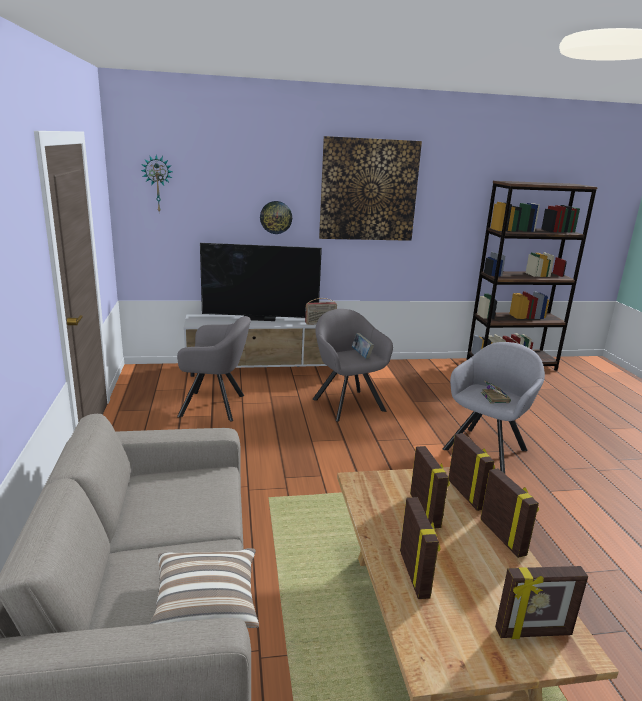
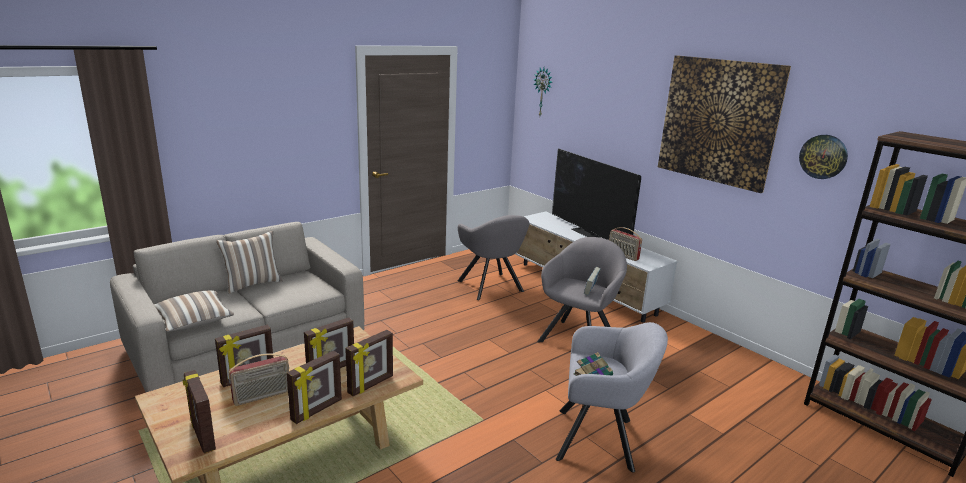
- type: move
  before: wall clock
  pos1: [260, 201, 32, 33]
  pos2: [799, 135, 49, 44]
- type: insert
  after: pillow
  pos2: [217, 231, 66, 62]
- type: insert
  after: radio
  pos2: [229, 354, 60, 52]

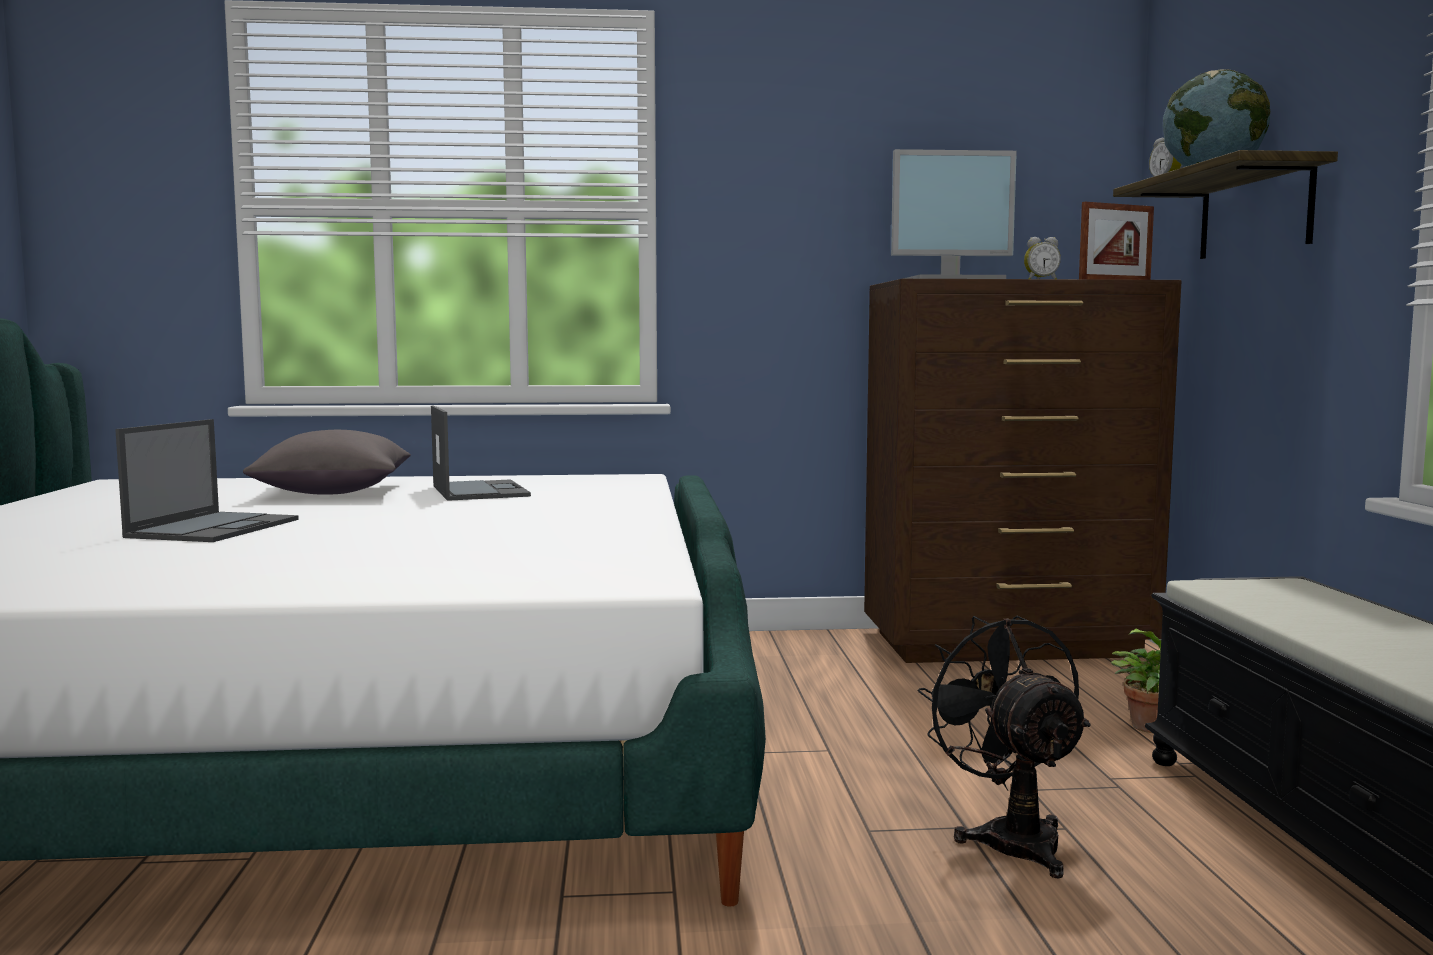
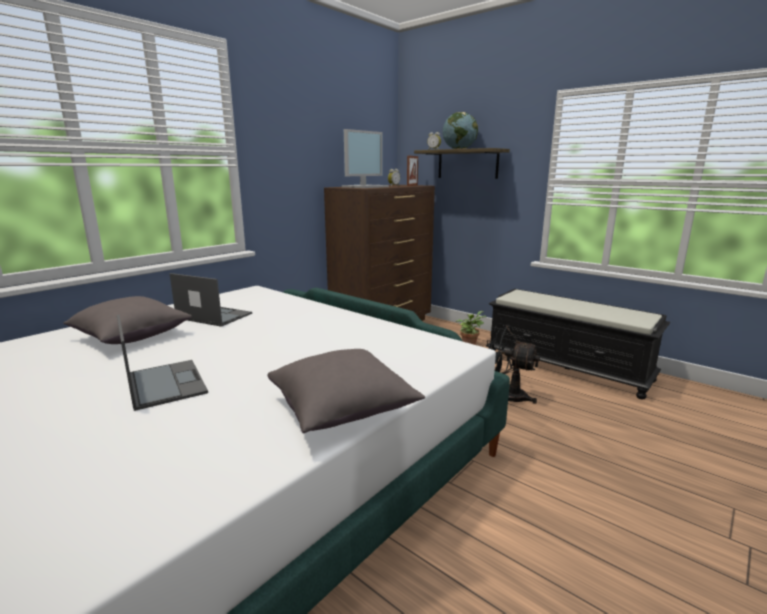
- type: insert
  after: pillow/grey
  pos2: [268, 349, 157, 84]

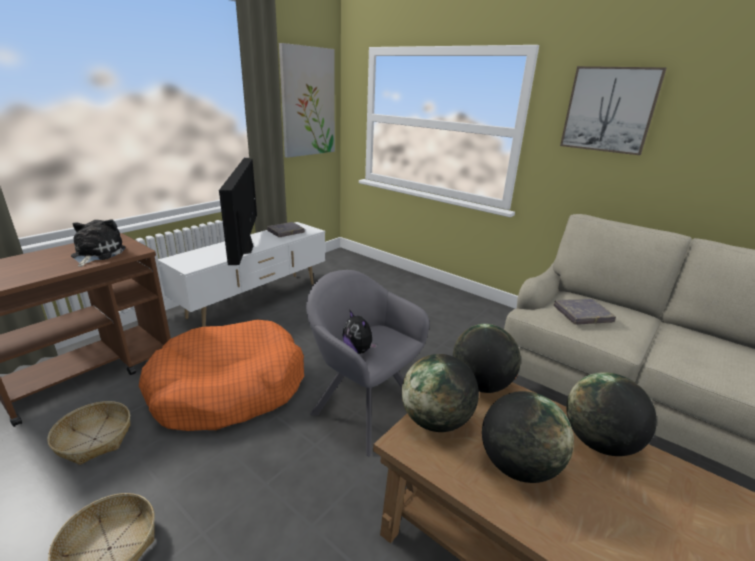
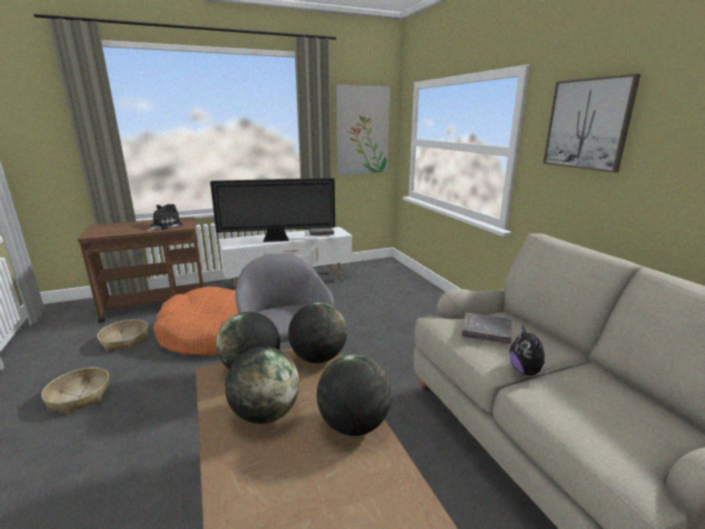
- type: rotate
  before: television
  pos1: [219, 158, 38, 107]
  pos2: [210, 178, 125, 64]
  turn: -120
- type: move
  before: plush toy
  pos1: [342, 311, 35, 43]
  pos2: [510, 325, 40, 50]

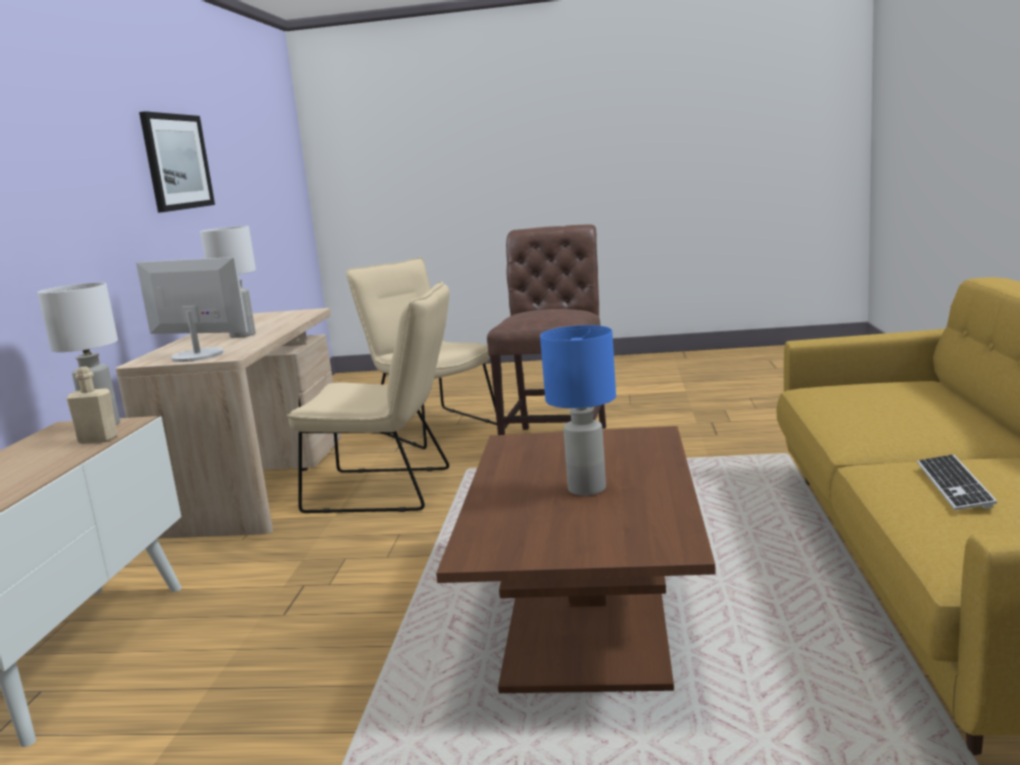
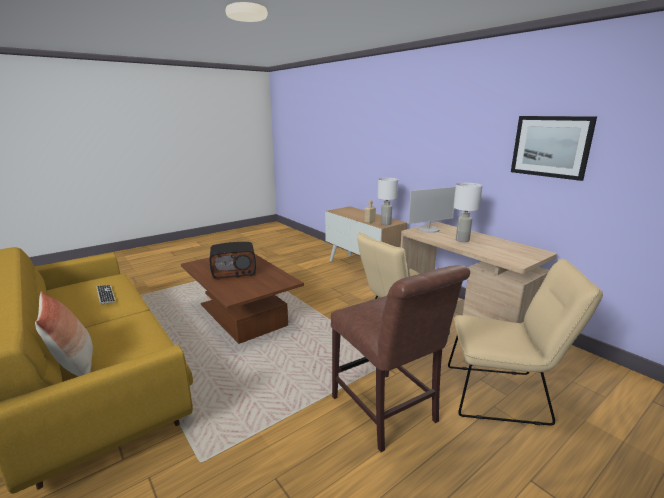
- type: replace
  before: table lamp/blue
  after: radio
  pos1: [540, 325, 76, 171]
  pos2: [210, 242, 46, 37]
- type: insert
  after: pillow
  pos2: [35, 291, 58, 85]

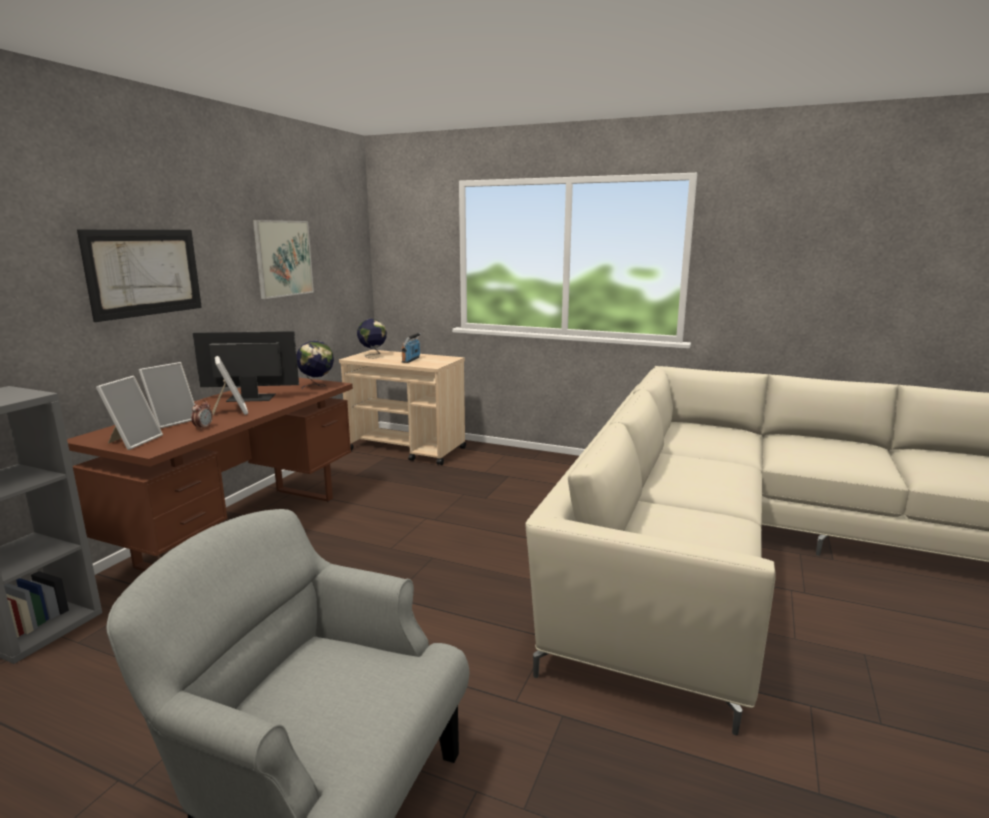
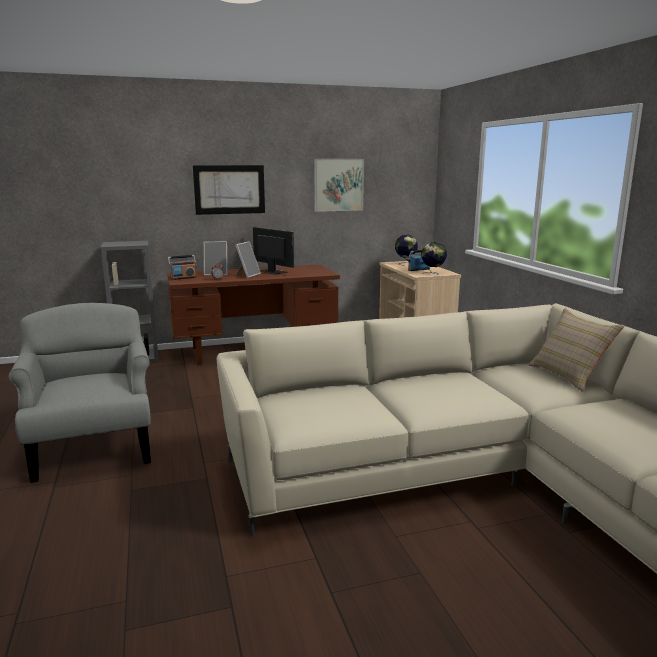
- type: move
  before: globe
  pos1: [297, 341, 37, 48]
  pos2: [421, 242, 26, 33]
- type: replace
  before: picture frame
  after: radio
  pos1: [96, 376, 67, 74]
  pos2: [168, 255, 29, 25]
- type: insert
  after: pillow/beige
  pos2: [529, 308, 96, 83]

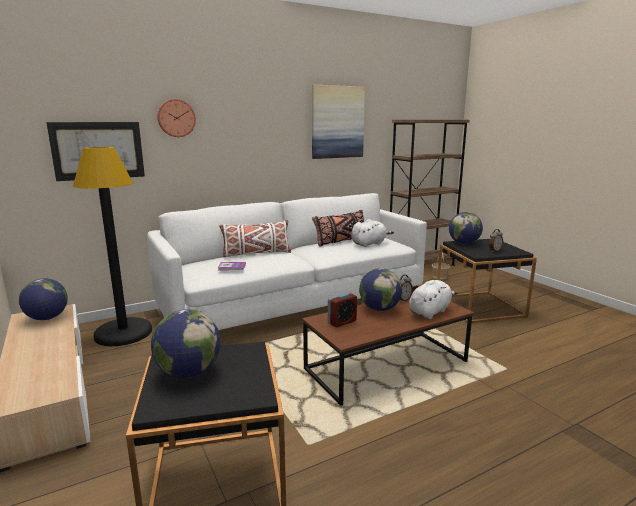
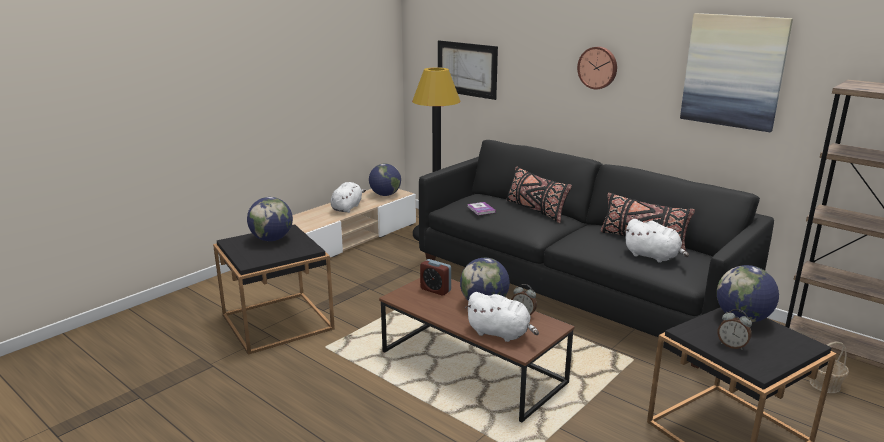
- type: move
  before: wall clock
  pos1: [157, 99, 39, 38]
  pos2: [577, 47, 40, 42]
- type: recolor
  before: sofa/white
  after: sofa/black
  pos1: [147, 193, 280, 137]
  pos2: [419, 140, 355, 228]
- type: recolor
  before: pillow/white
  after: pillow/black
  pos1: [219, 220, 72, 37]
  pos2: [507, 166, 65, 57]
- type: insert
  after: plush toy/white
  pos2: [331, 182, 35, 31]

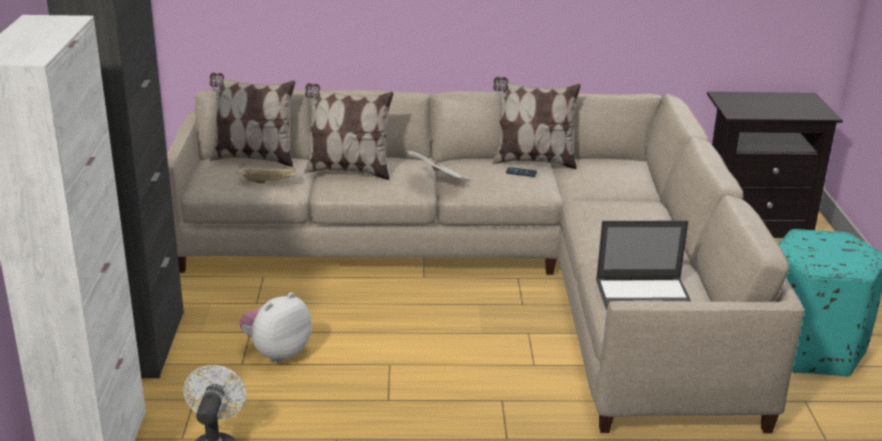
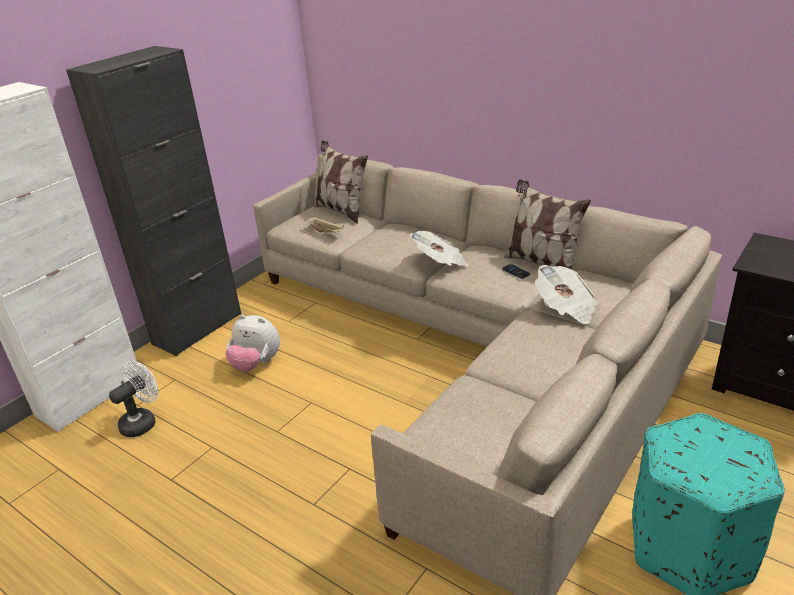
- type: delete
  before: pillow
  pos1: [304, 83, 89, 97]
- type: delete
  before: laptop
  pos1: [596, 221, 95, 89]
- type: rotate
  before: plush toy
  pos1: [239, 292, 73, 71]
  pos2: [225, 315, 55, 57]
  turn: -150
- type: insert
  after: newspaper
  pos2: [535, 265, 64, 59]

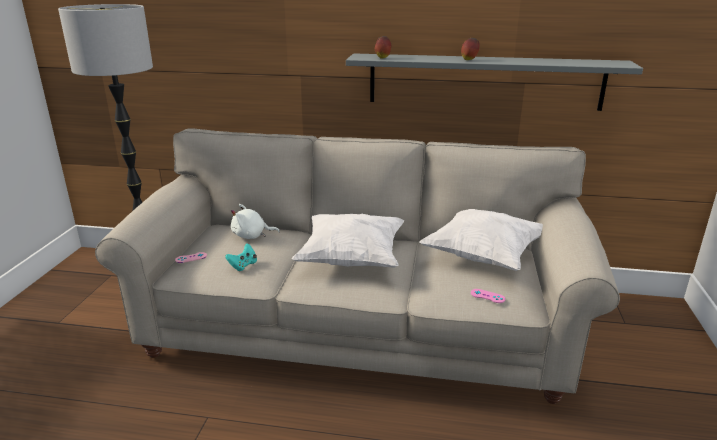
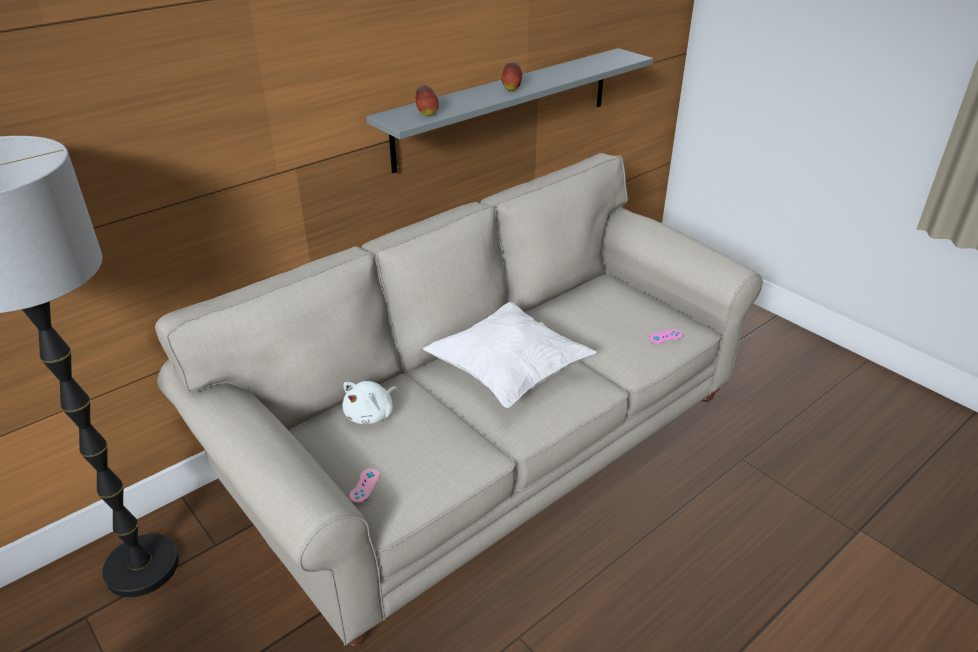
- type: delete
  before: pillow/white
  pos1: [419, 209, 124, 62]
- type: delete
  before: game controller/turquoise
  pos1: [225, 243, 32, 28]

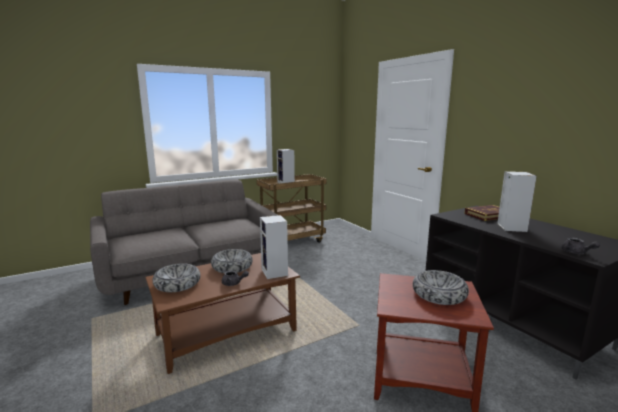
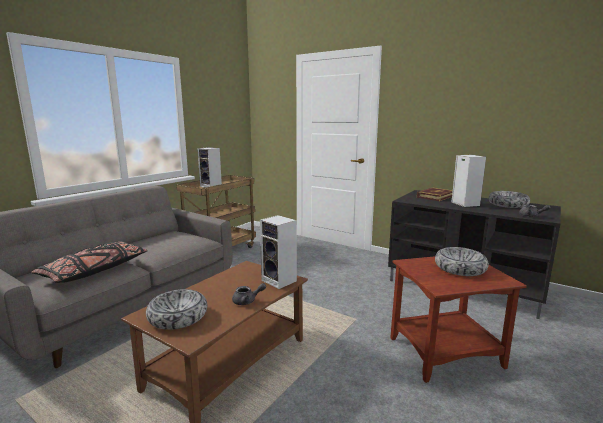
- type: move
  before: bowl
  pos1: [211, 249, 42, 24]
  pos2: [489, 191, 41, 17]
- type: insert
  after: pillow/black
  pos2: [31, 241, 117, 42]

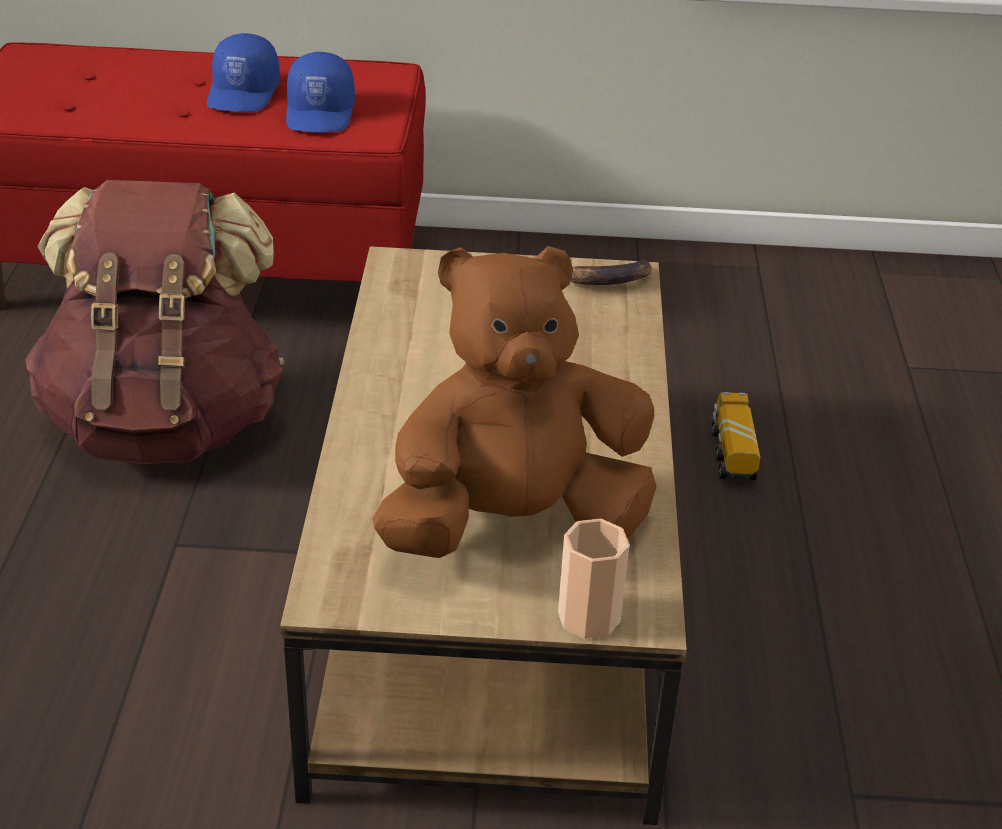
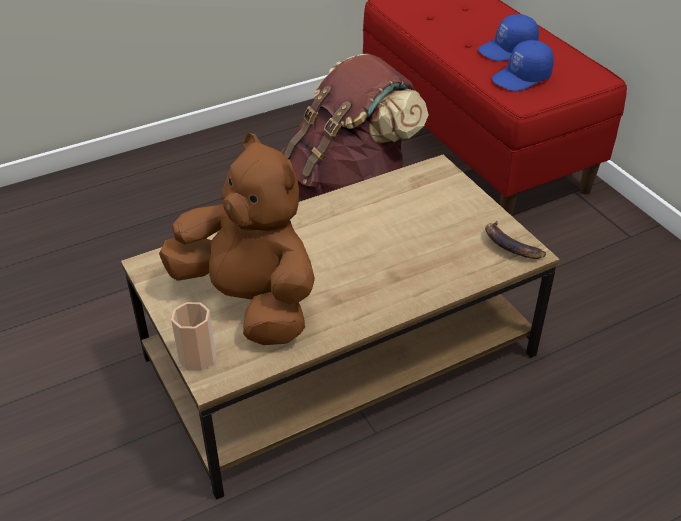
- type: delete
  before: toy truck
  pos1: [712, 392, 48, 88]

